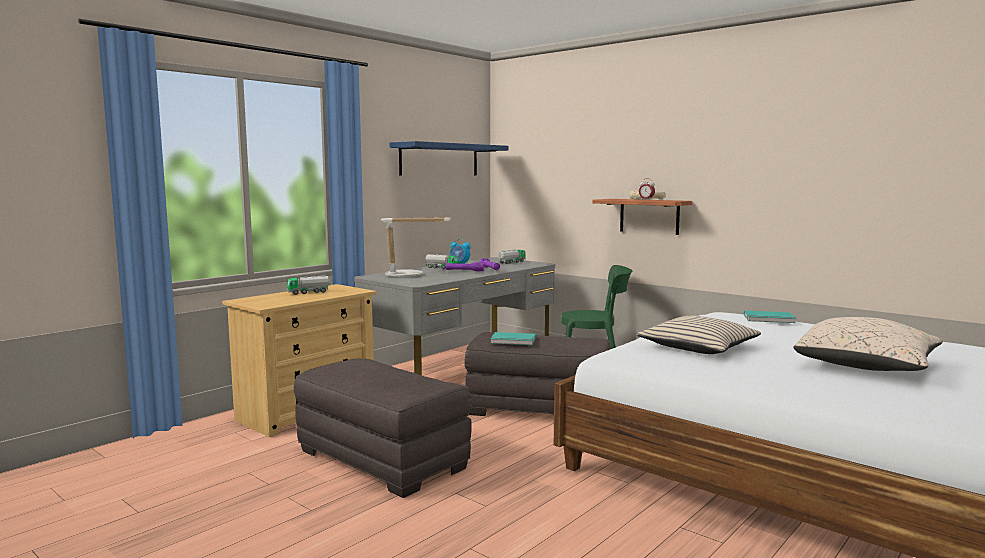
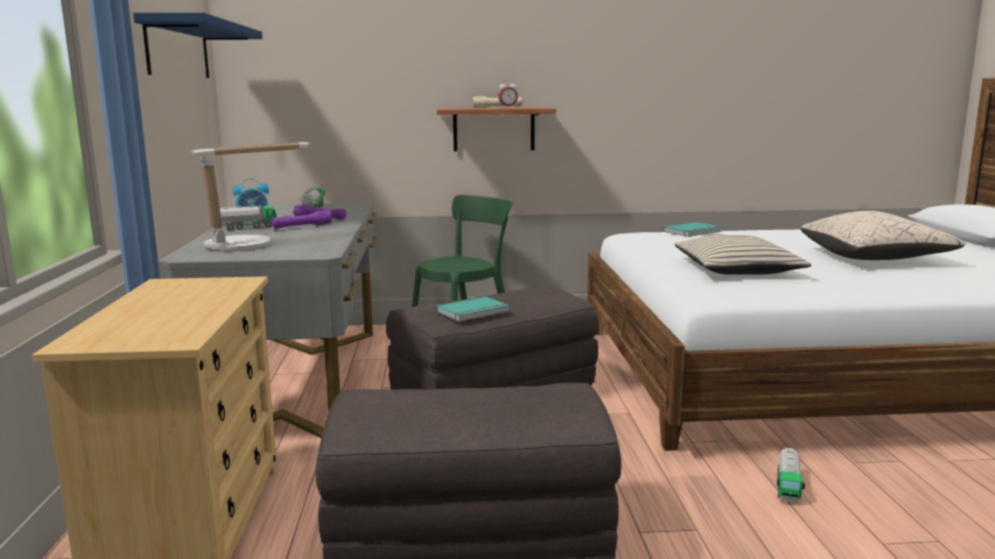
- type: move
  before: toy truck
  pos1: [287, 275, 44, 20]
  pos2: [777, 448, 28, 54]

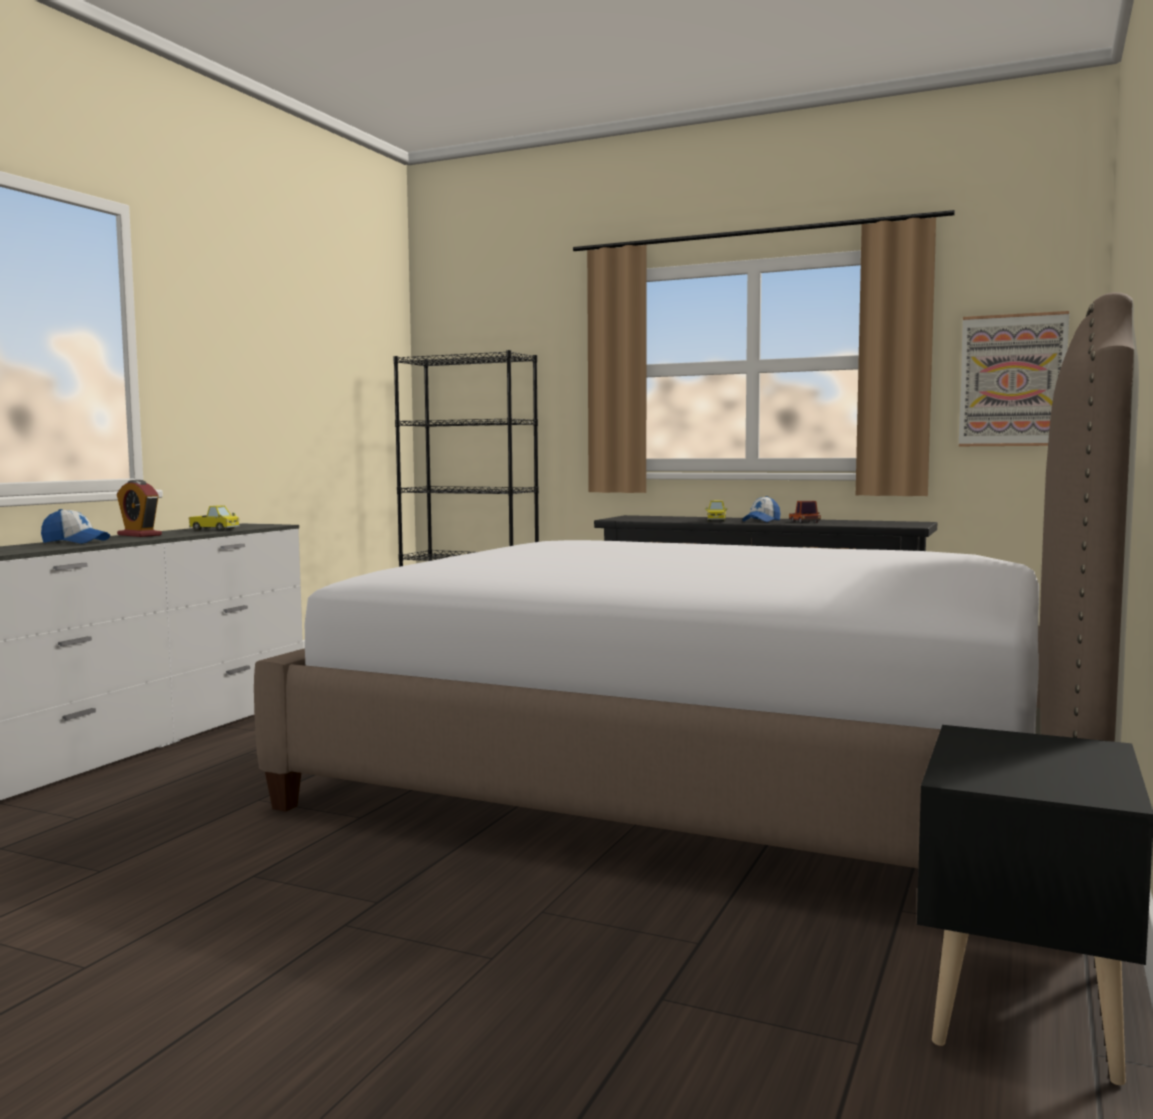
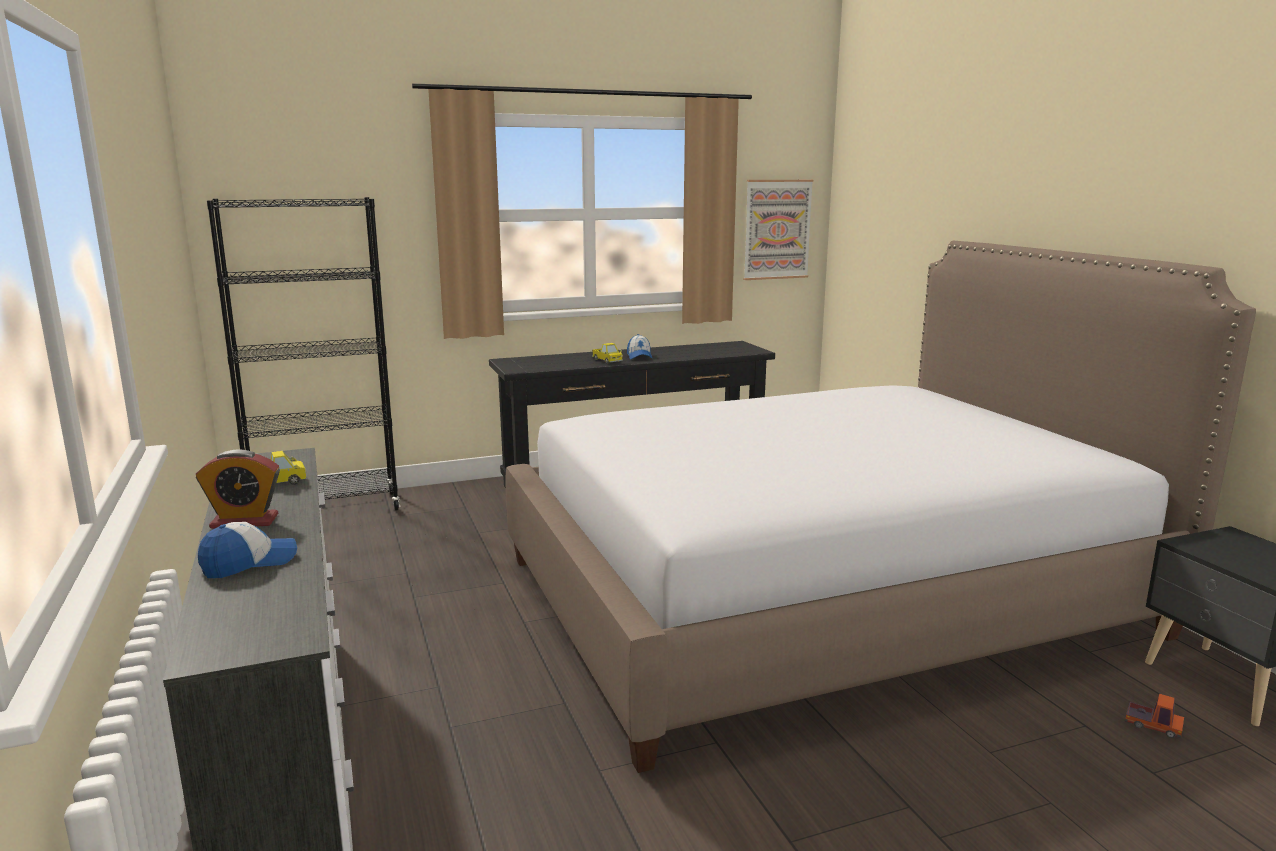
- type: move
  before: toy truck
  pos1: [789, 501, 32, 22]
  pos2: [1125, 694, 59, 44]

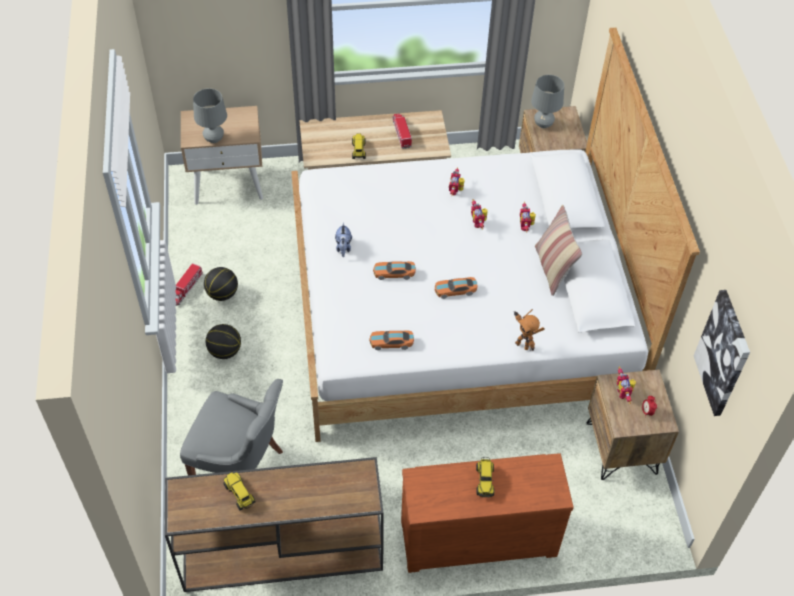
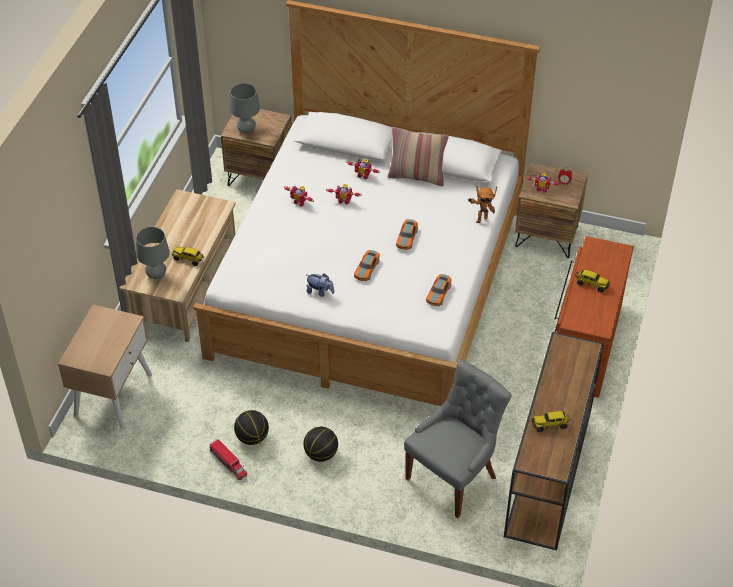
- type: move
  before: table lamp/grey
  pos1: [193, 88, 34, 55]
  pos2: [136, 227, 34, 52]
- type: delete
  before: toy truck
  pos1: [392, 113, 20, 36]
- type: delete
  before: picture
  pos1: [694, 290, 56, 126]

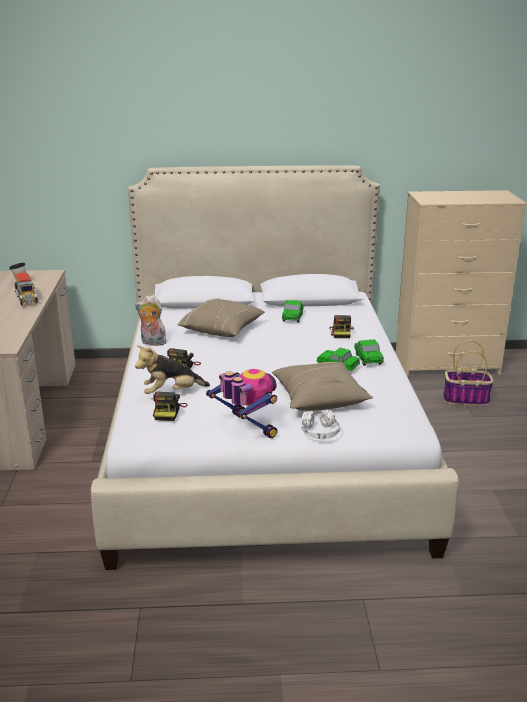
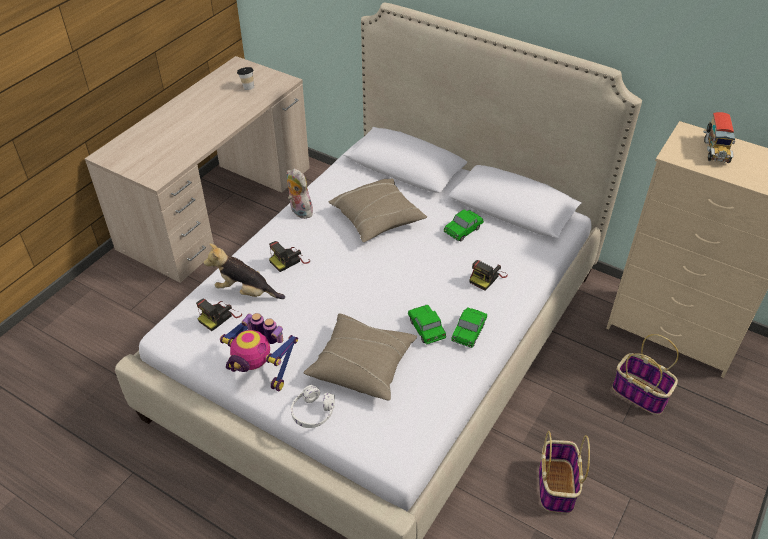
- type: move
  before: toy truck
  pos1: [15, 273, 23, 33]
  pos2: [703, 112, 32, 51]
- type: rotate
  before: toy robot
  pos1: [206, 369, 71, 69]
  pos2: [220, 313, 78, 78]
  turn: 120
- type: insert
  after: basket
  pos2: [539, 431, 51, 83]

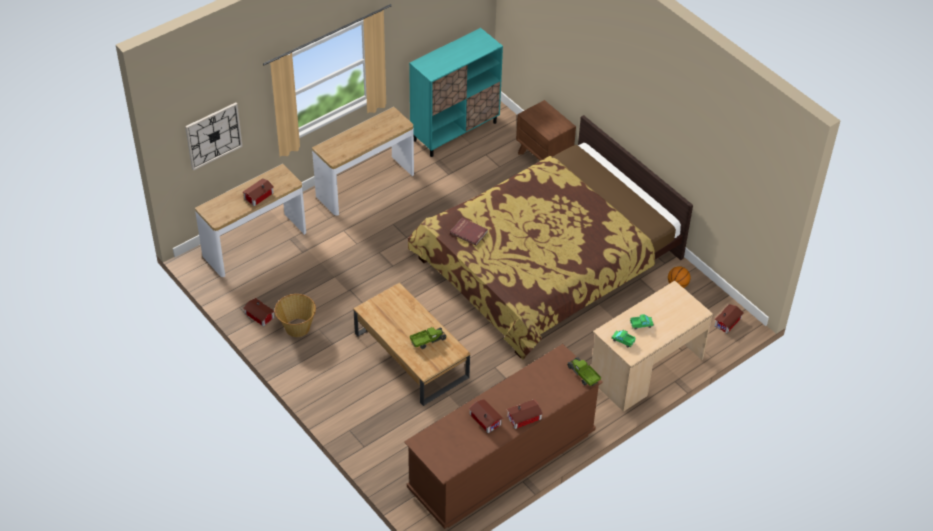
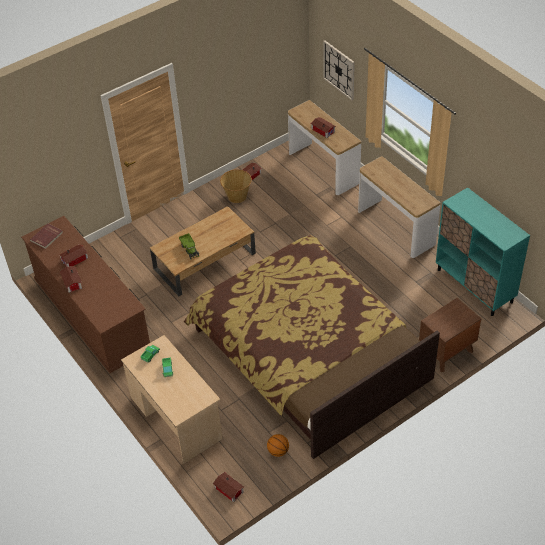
- type: move
  before: book/red
  pos1: [450, 218, 38, 28]
  pos2: [30, 224, 33, 25]
- type: delete
  before: toy truck
  pos1: [568, 357, 33, 30]

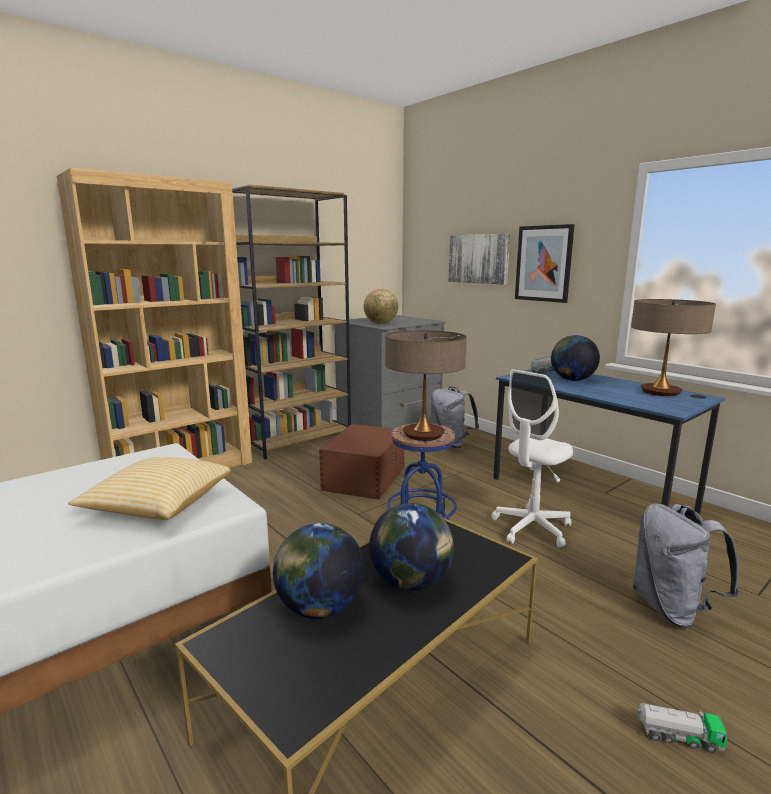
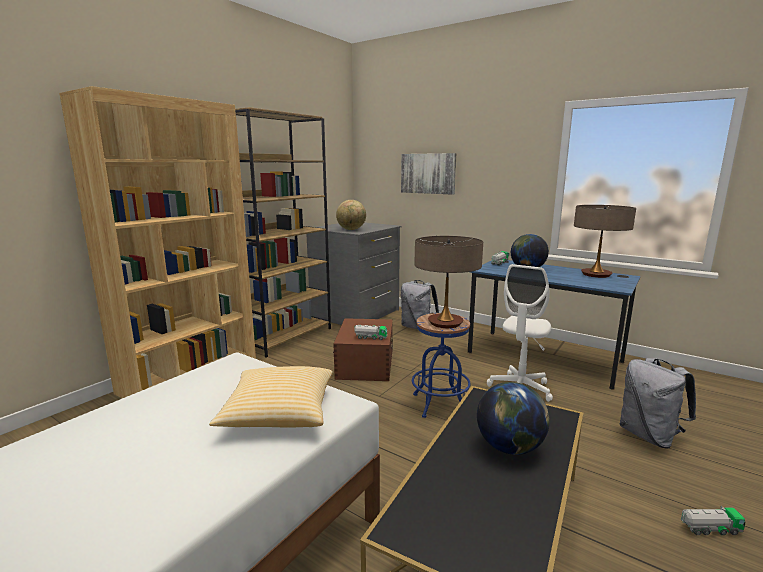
- type: delete
  before: picture
  pos1: [515, 224, 60, 79]
- type: delete
  before: globe
  pos1: [273, 523, 92, 96]
- type: insert
  after: toy truck
  pos2: [354, 325, 33, 15]

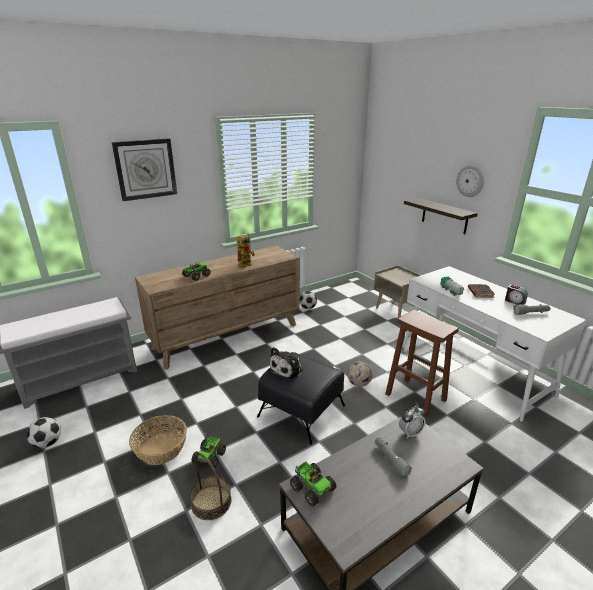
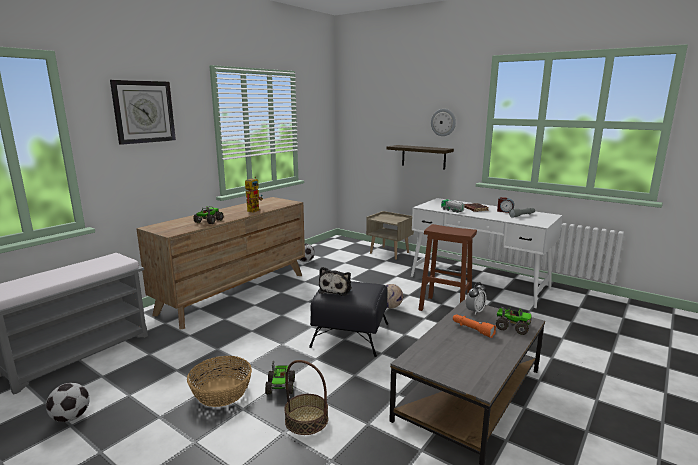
- type: recolor
  before: flashlight/grey
  after: flashlight/orange
  pos1: [375, 437, 37, 41]
  pos2: [453, 315, 43, 23]
- type: move
  before: toy truck
  pos1: [290, 462, 46, 45]
  pos2: [496, 307, 36, 28]

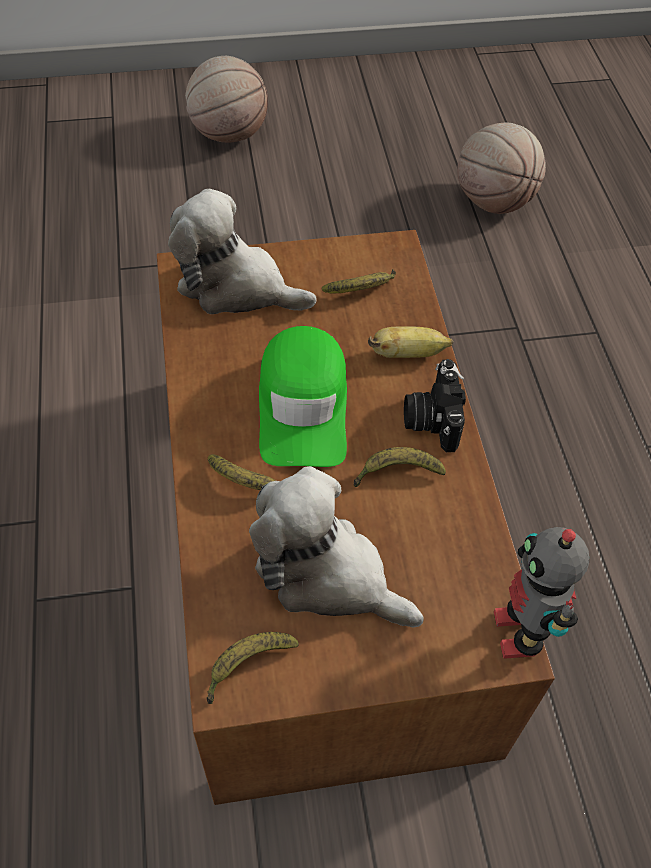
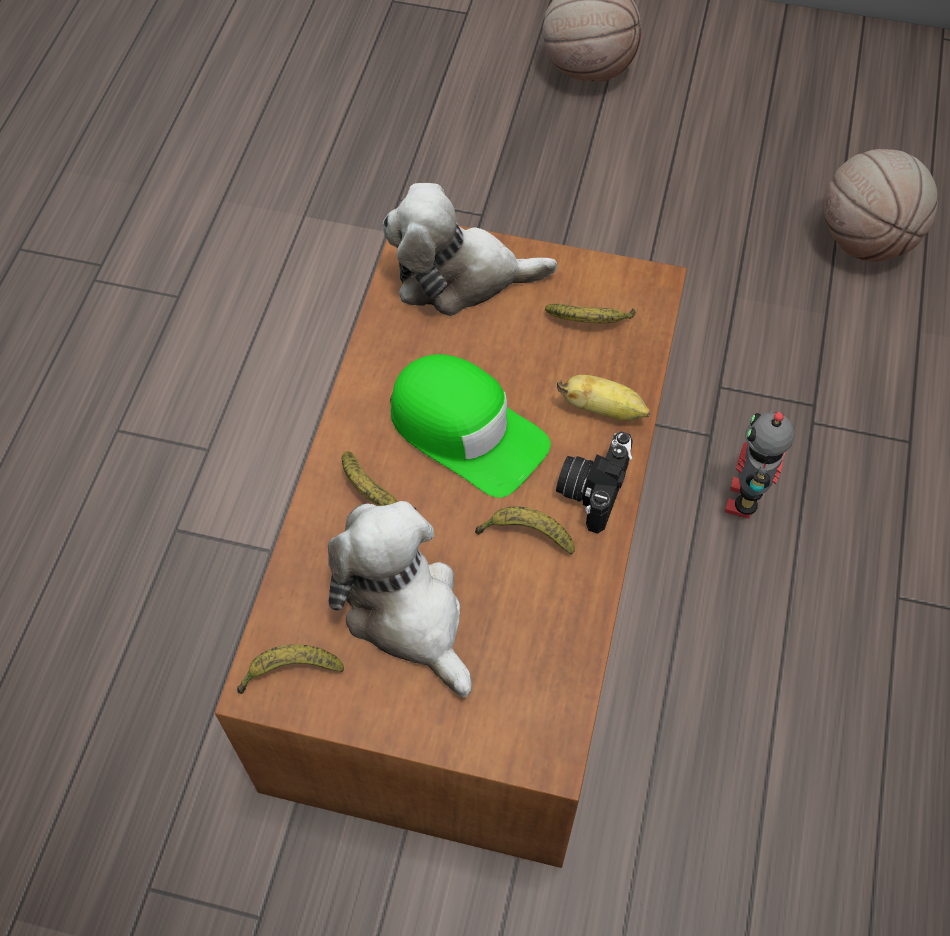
- type: rotate
  before: plush toy
  pos1: [168, 189, 149, 125]
  pos2: [383, 183, 174, 133]
  turn: -45
- type: rotate
  before: cap/green
  pos1: [259, 326, 88, 141]
  pos2: [391, 354, 160, 144]
  turn: -75
- type: move
  before: toy robot
  pos1: [494, 527, 95, 132]
  pos2: [725, 412, 70, 107]

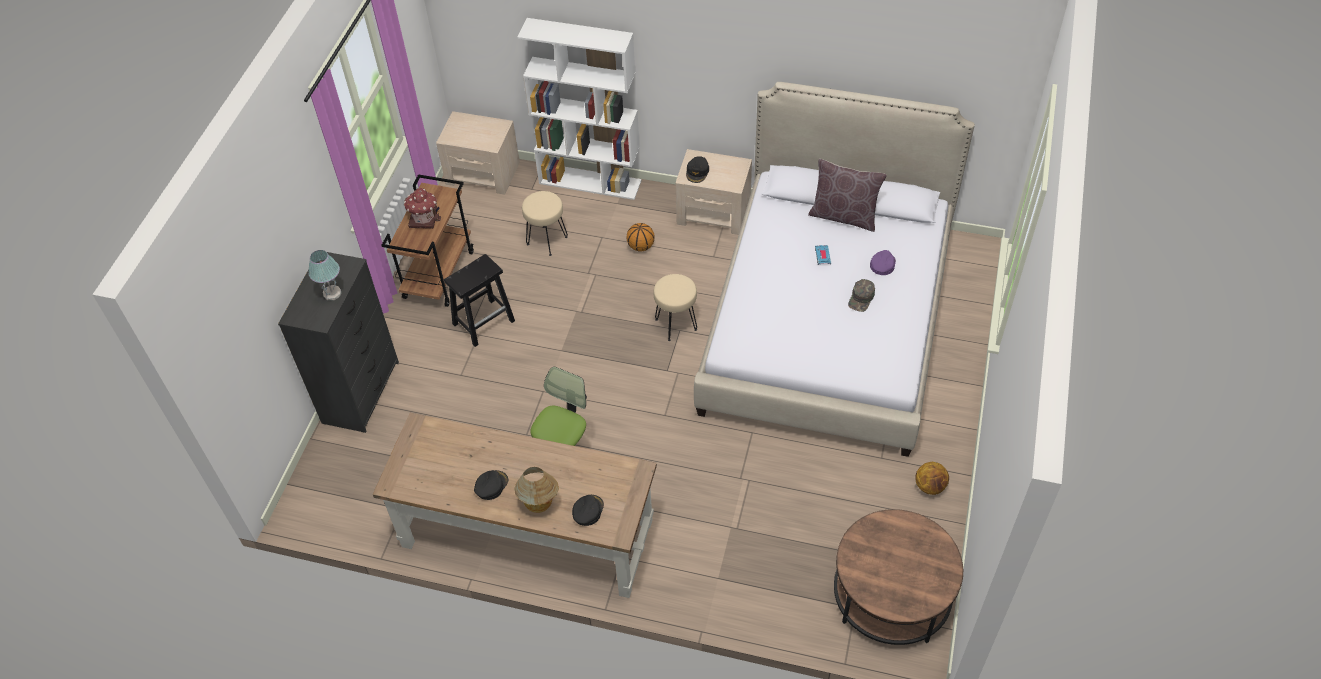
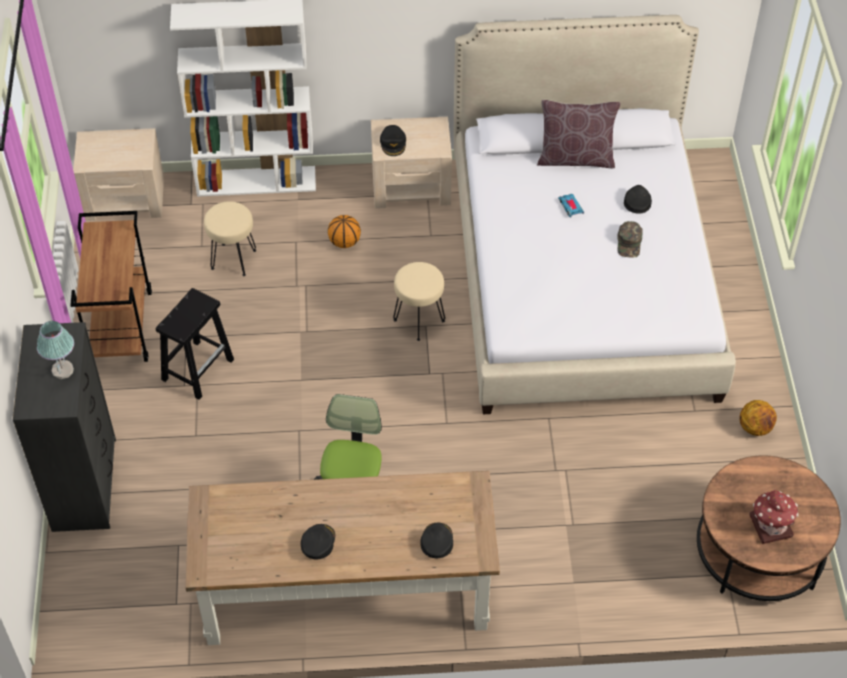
- type: move
  before: toy house
  pos1: [404, 188, 37, 41]
  pos2: [749, 490, 49, 54]
- type: recolor
  before: cap/purple
  after: cap/black
  pos1: [870, 250, 26, 25]
  pos2: [624, 185, 28, 29]
- type: delete
  before: table lamp
  pos1: [514, 467, 45, 46]

